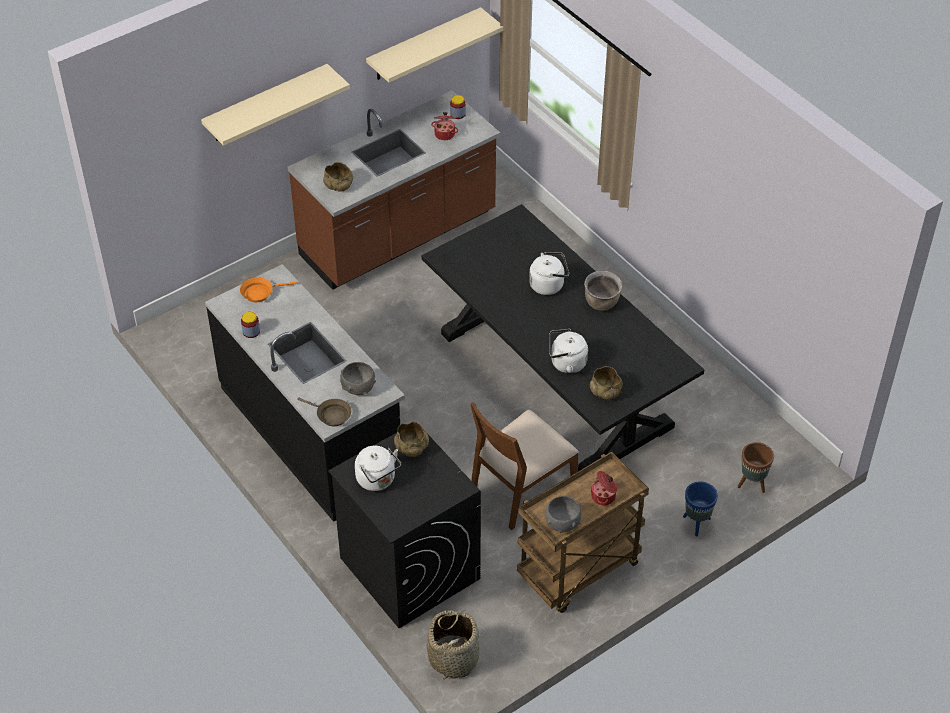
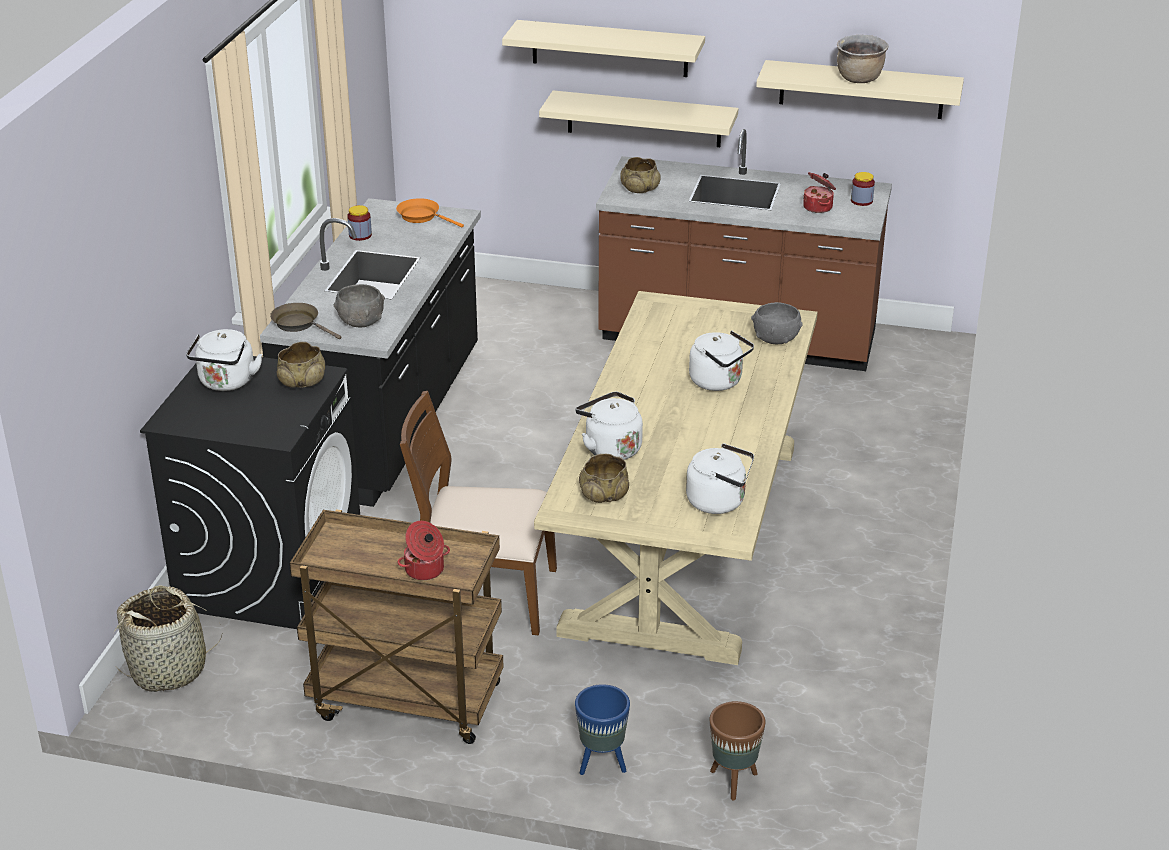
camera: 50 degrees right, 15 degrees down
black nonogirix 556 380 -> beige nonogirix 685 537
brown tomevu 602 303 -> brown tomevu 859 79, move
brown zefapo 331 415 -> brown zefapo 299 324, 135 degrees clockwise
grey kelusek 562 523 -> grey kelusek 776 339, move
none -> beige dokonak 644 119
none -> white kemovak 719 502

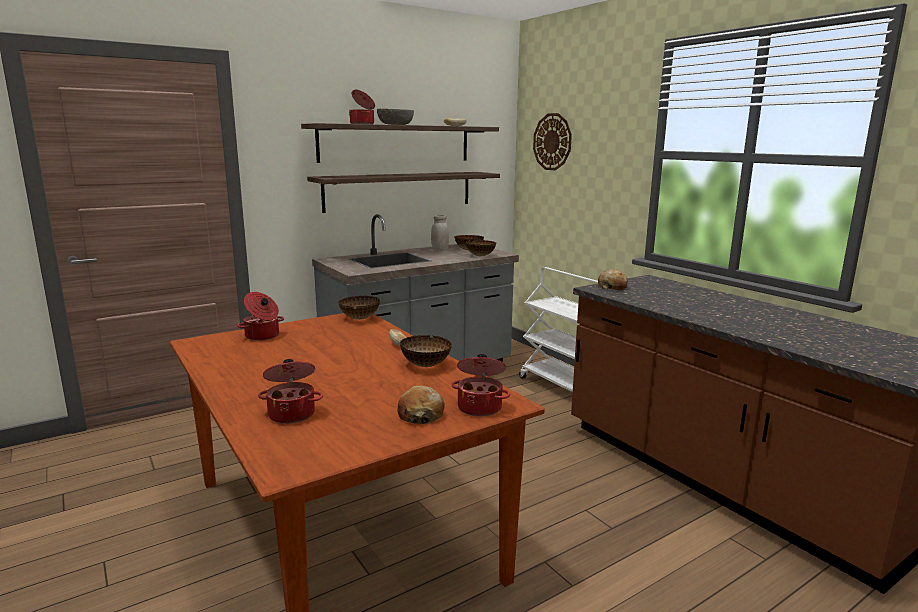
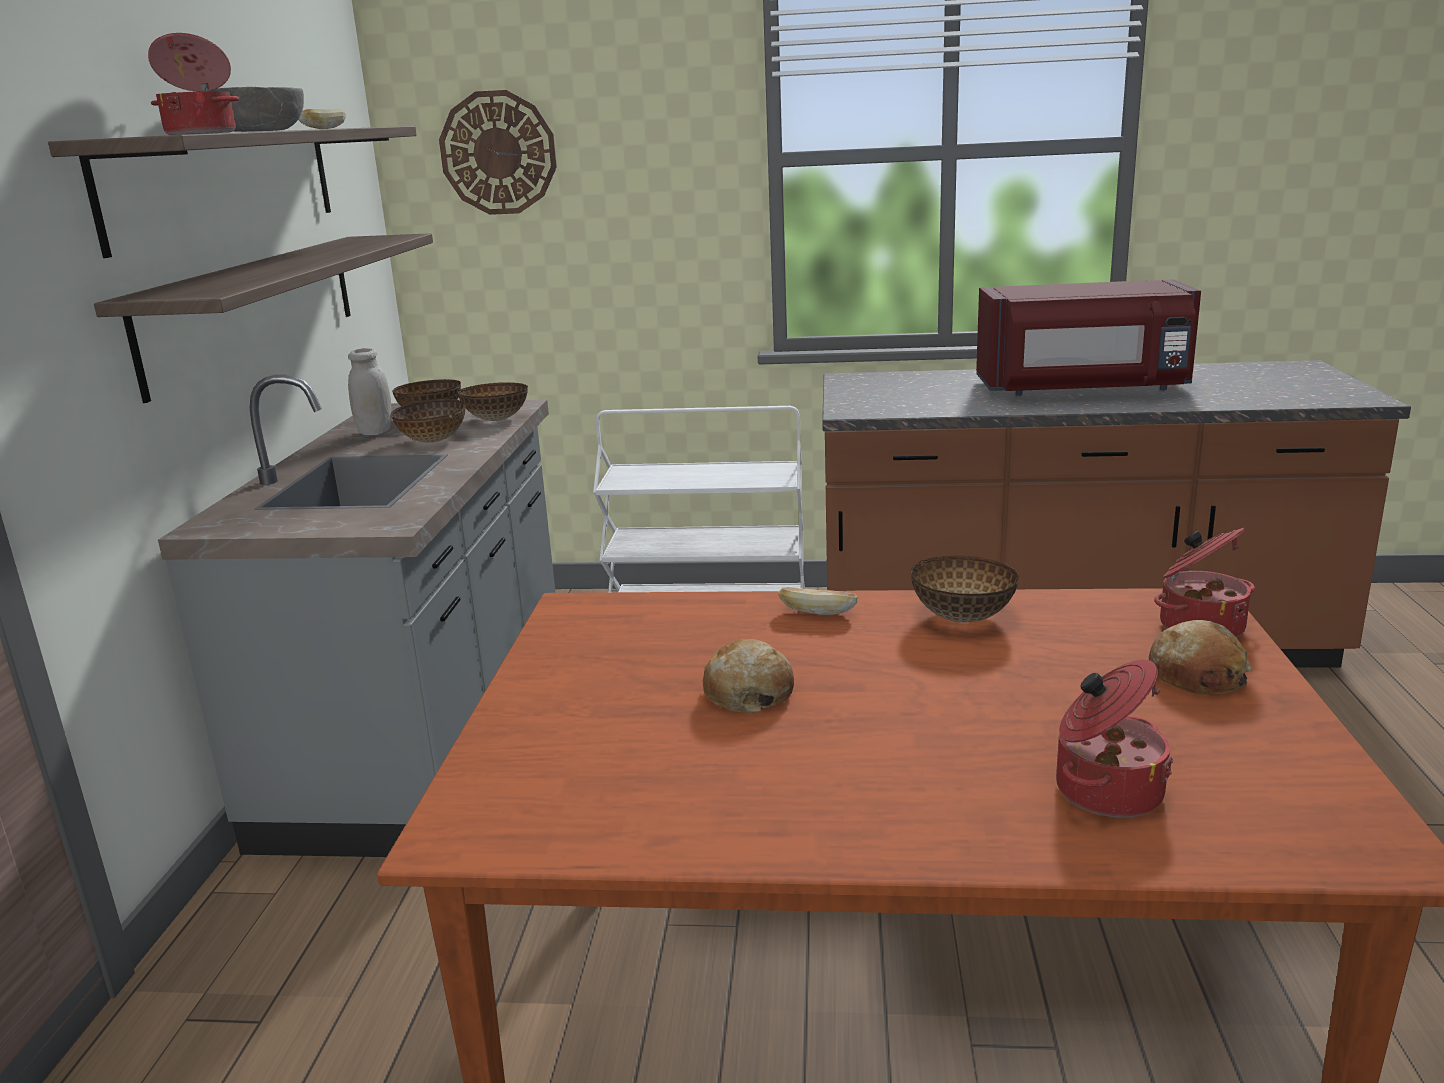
camera: 50 degrees left, 5 degrees up
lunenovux 612 287 -> lunenovux 748 692, move
tomevu 262 336 -> none
kelusek 359 318 -> kelusek 431 441, move
none -> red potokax 1083 389

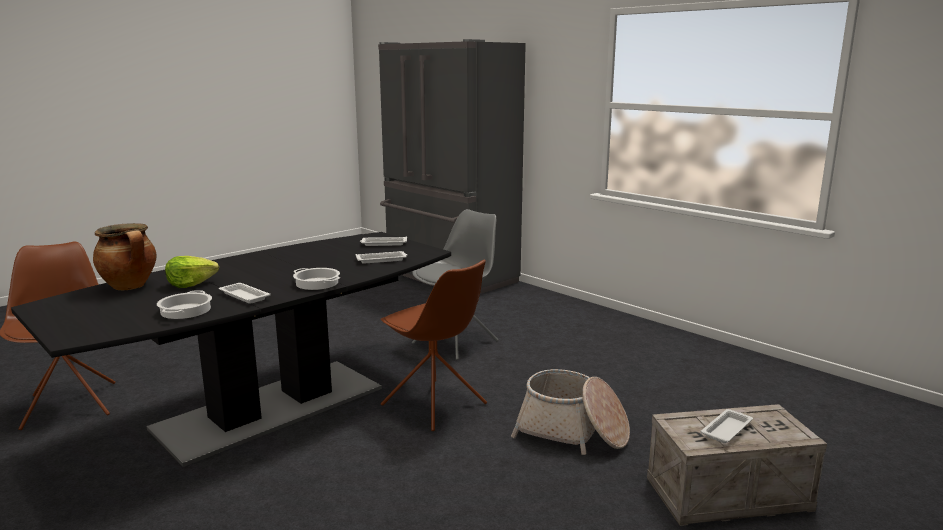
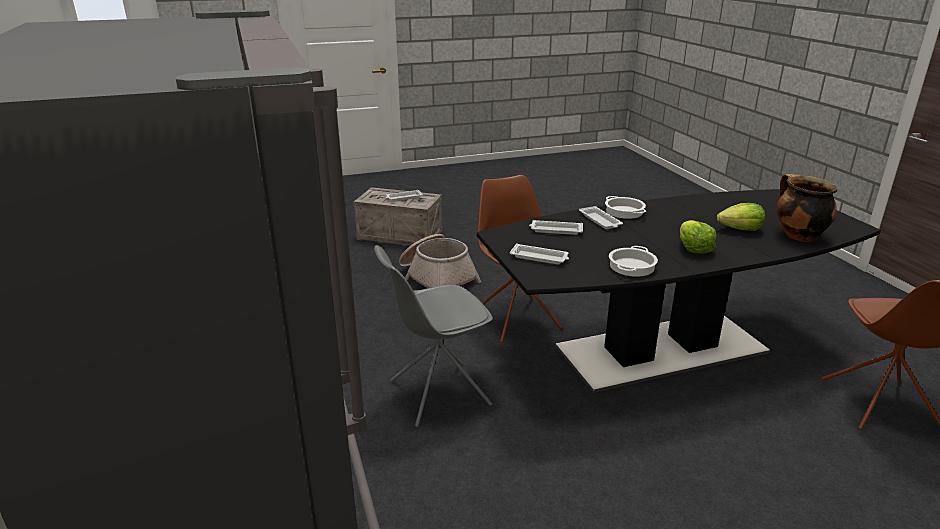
camera: 155 degrees left, 10 degrees up
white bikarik 244 296 -> white bikarik 600 221, move
tomevu 185 310 -> tomevu 632 267, move
none -> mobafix 693 248

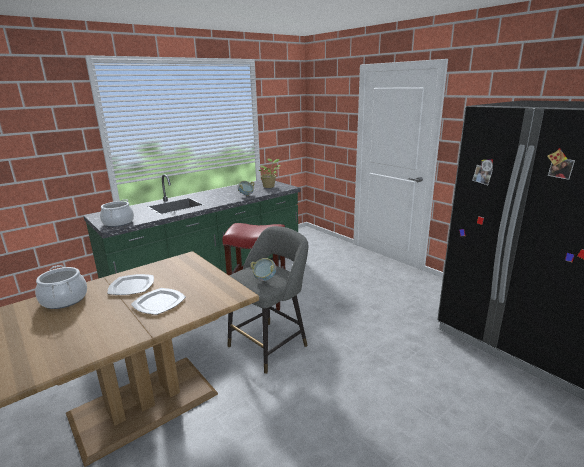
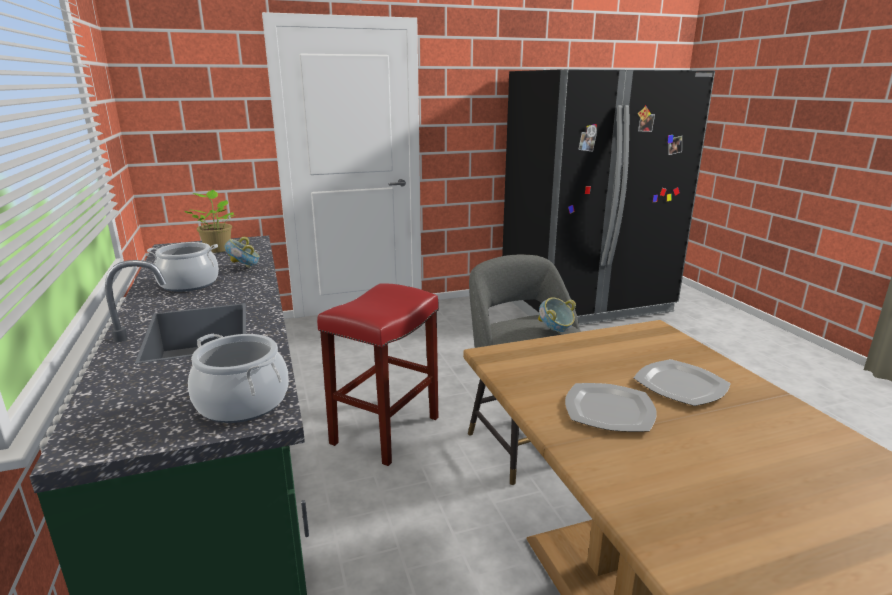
camera: 70 degrees left, 0 degrees up
tomevu 64 299 -> tomevu 189 284, move

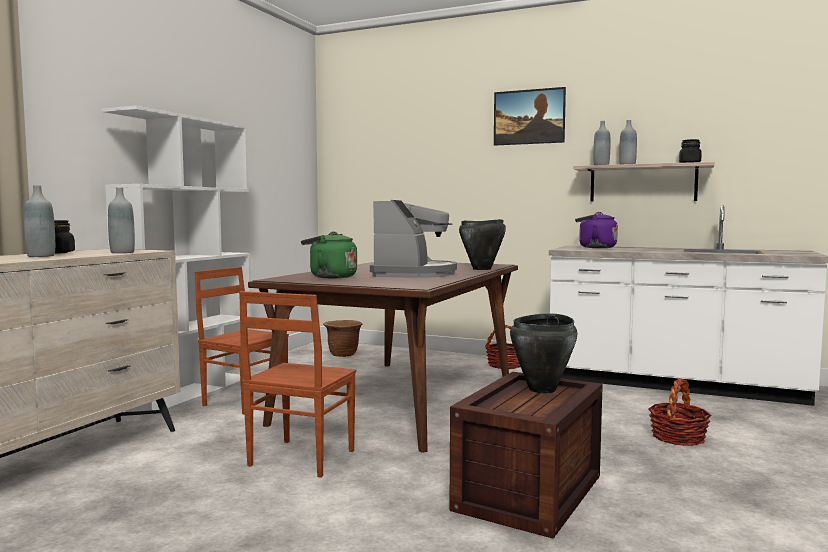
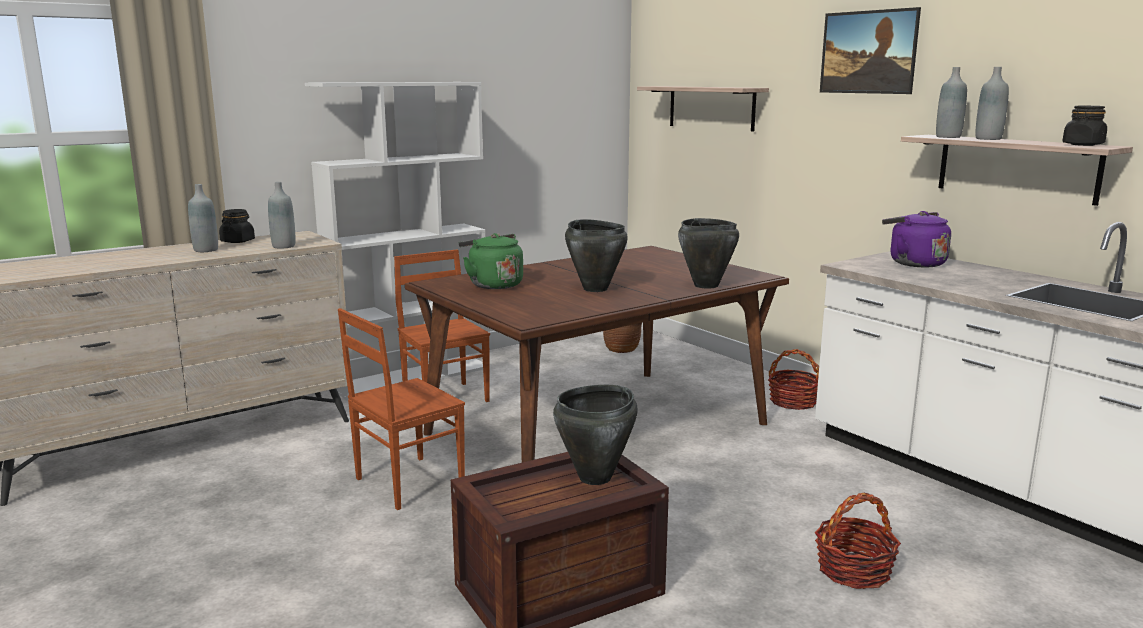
camera: 30 degrees right, 10 degrees up
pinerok 414 274 -> black tomevu 595 289
none -> dokonak 711 107

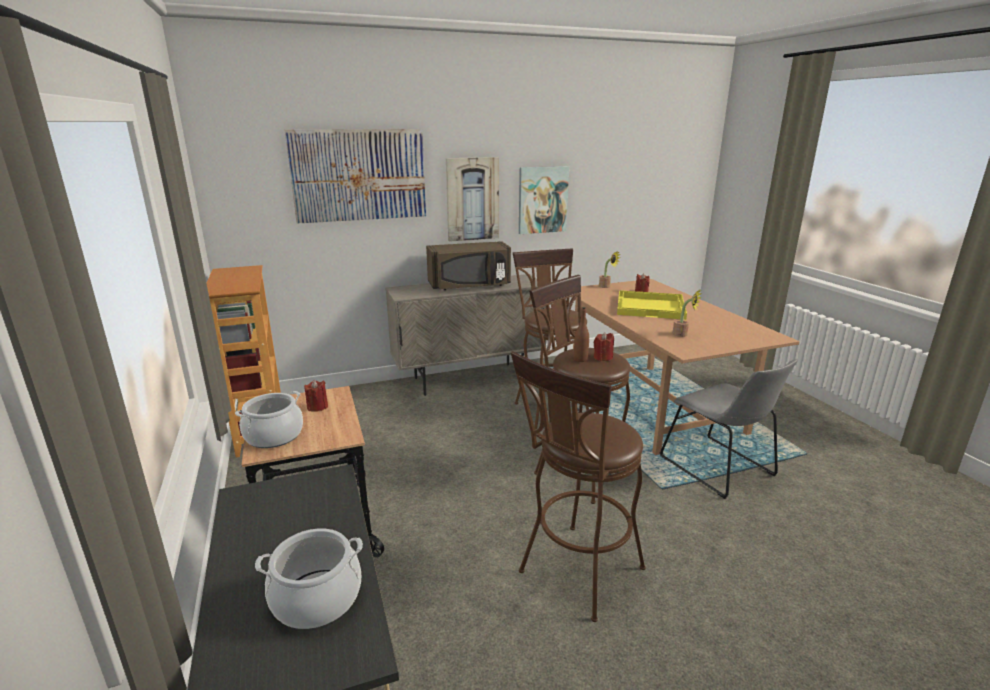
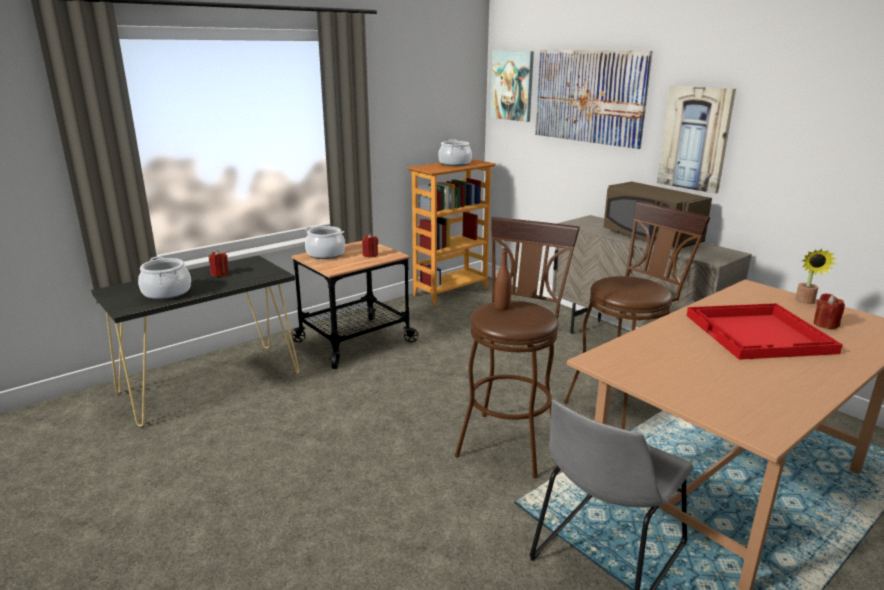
camera: 70 degrees right, 0 degrees up
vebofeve 542 200 -> vebofeve 512 85, move
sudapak 683 334 -> none
yellow bikarik 651 307 -> red bikarik 759 334
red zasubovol 603 358 -> red zasubovol 219 274, move
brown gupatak 576 575 -> none
none -> tomevu 455 164

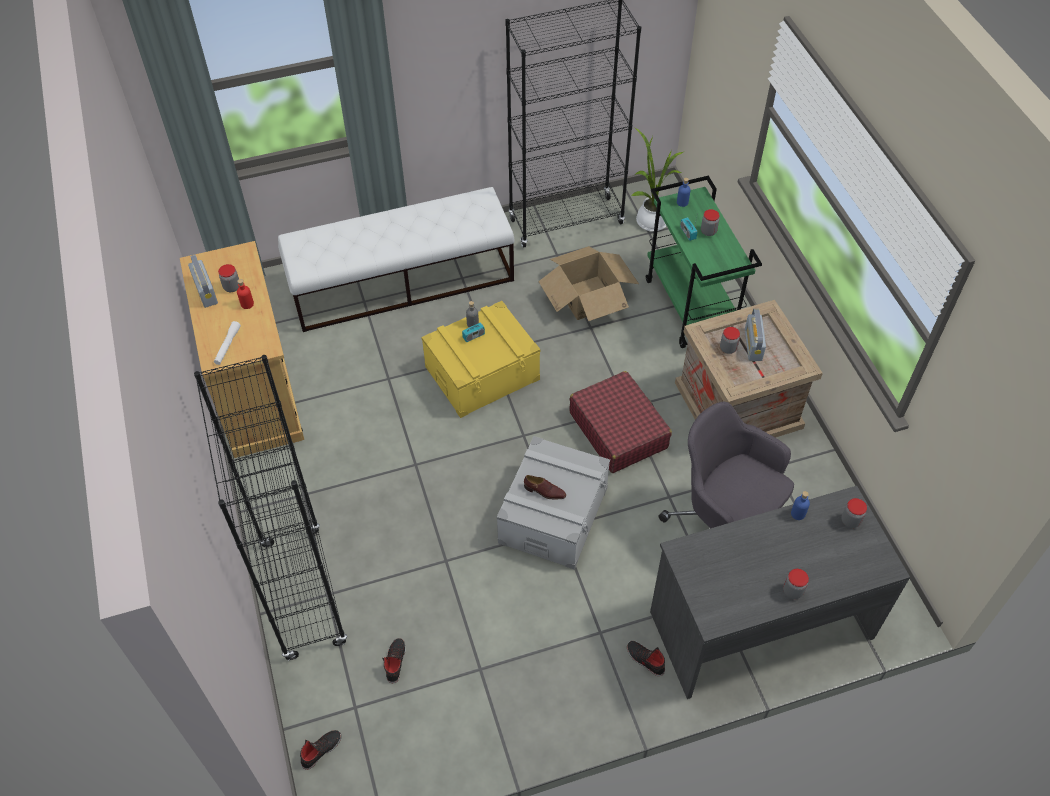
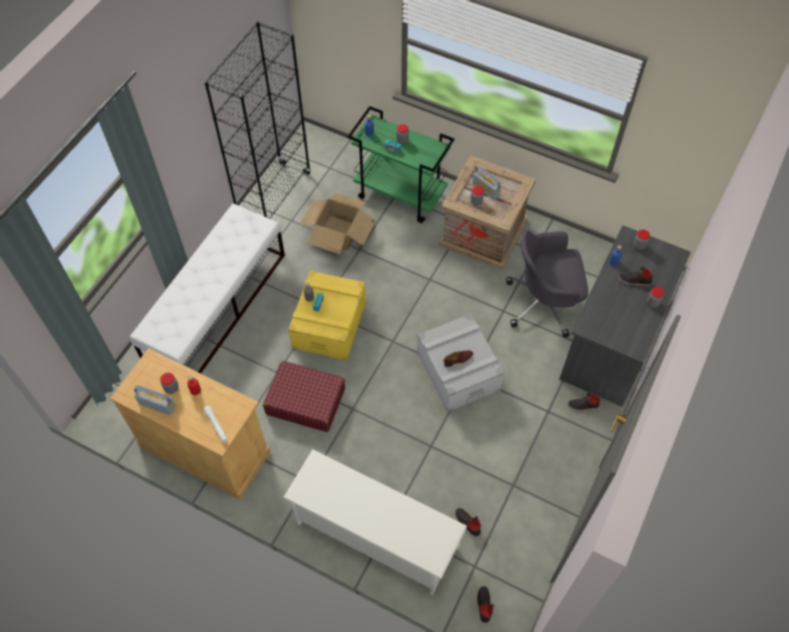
camera: 45 degrees left, 5 degrees up
sudapak 650 220 -> none
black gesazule 303 593 -> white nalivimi 375 535
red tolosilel 618 430 -> red tolosilel 305 401, move
none -> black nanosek 634 280

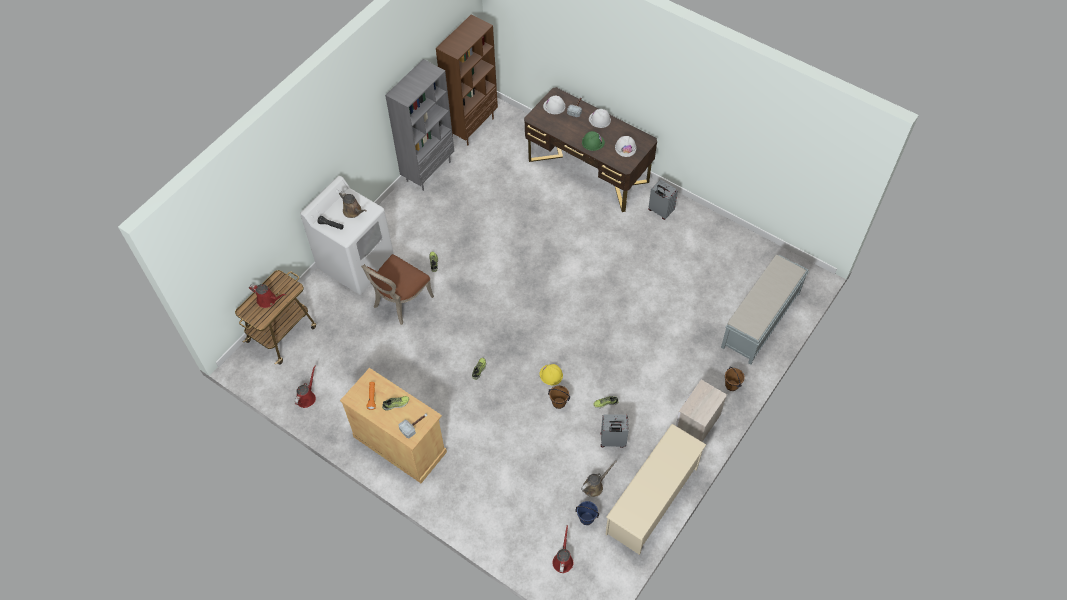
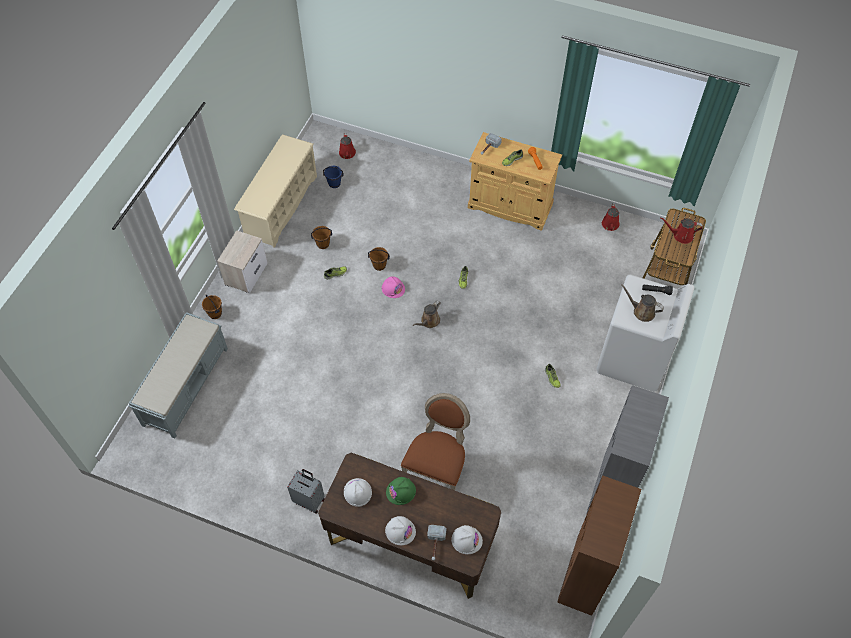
camera: 165 degrees right, 0 degrees up
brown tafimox 400 302 -> brown tafimox 437 468, move
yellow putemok 551 375 -> pink putemok 393 288
grey tolosilel 612 441 -> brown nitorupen 323 244
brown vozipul 594 486 -> brown vozipul 429 321, move

